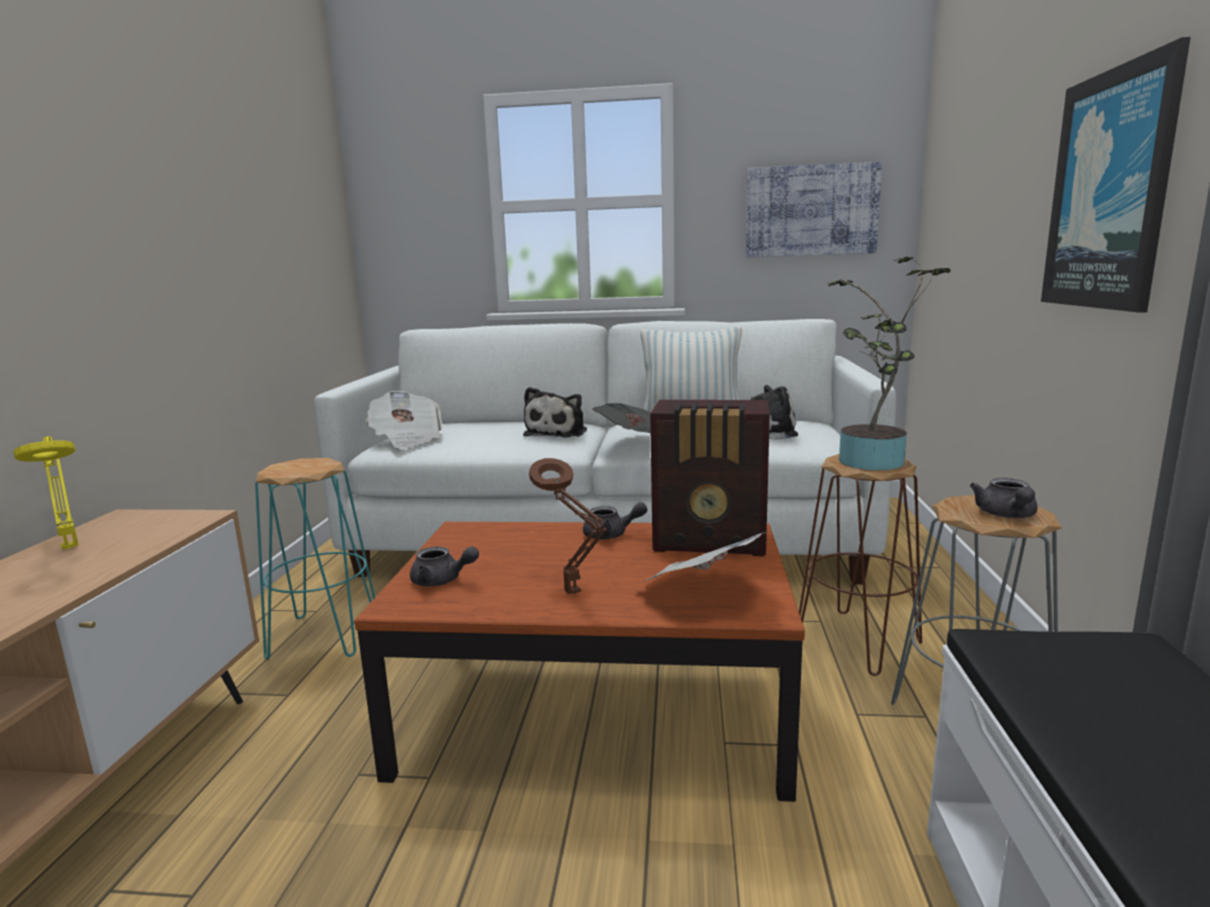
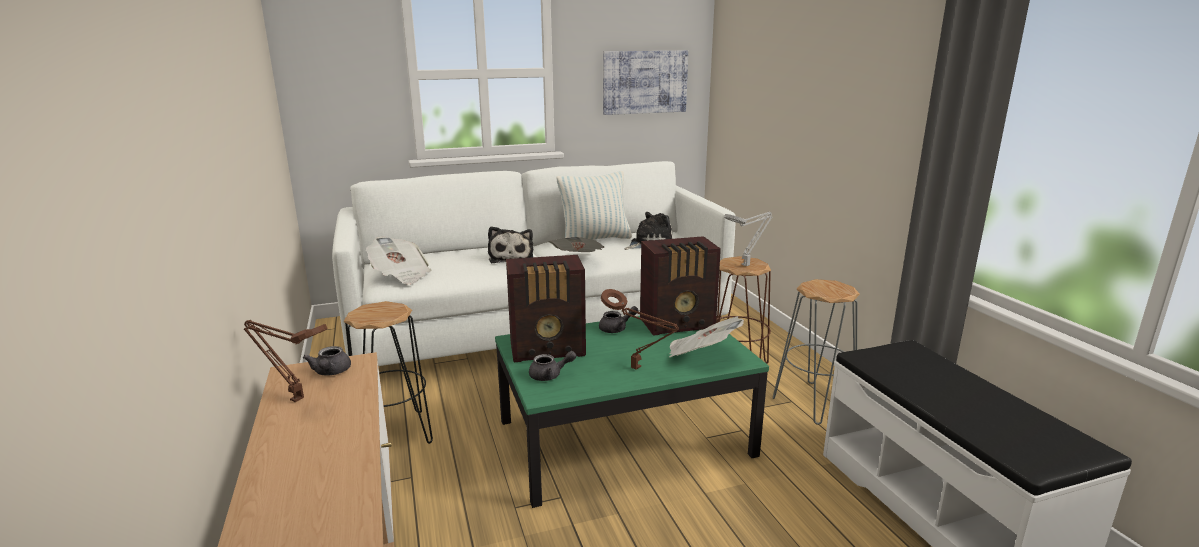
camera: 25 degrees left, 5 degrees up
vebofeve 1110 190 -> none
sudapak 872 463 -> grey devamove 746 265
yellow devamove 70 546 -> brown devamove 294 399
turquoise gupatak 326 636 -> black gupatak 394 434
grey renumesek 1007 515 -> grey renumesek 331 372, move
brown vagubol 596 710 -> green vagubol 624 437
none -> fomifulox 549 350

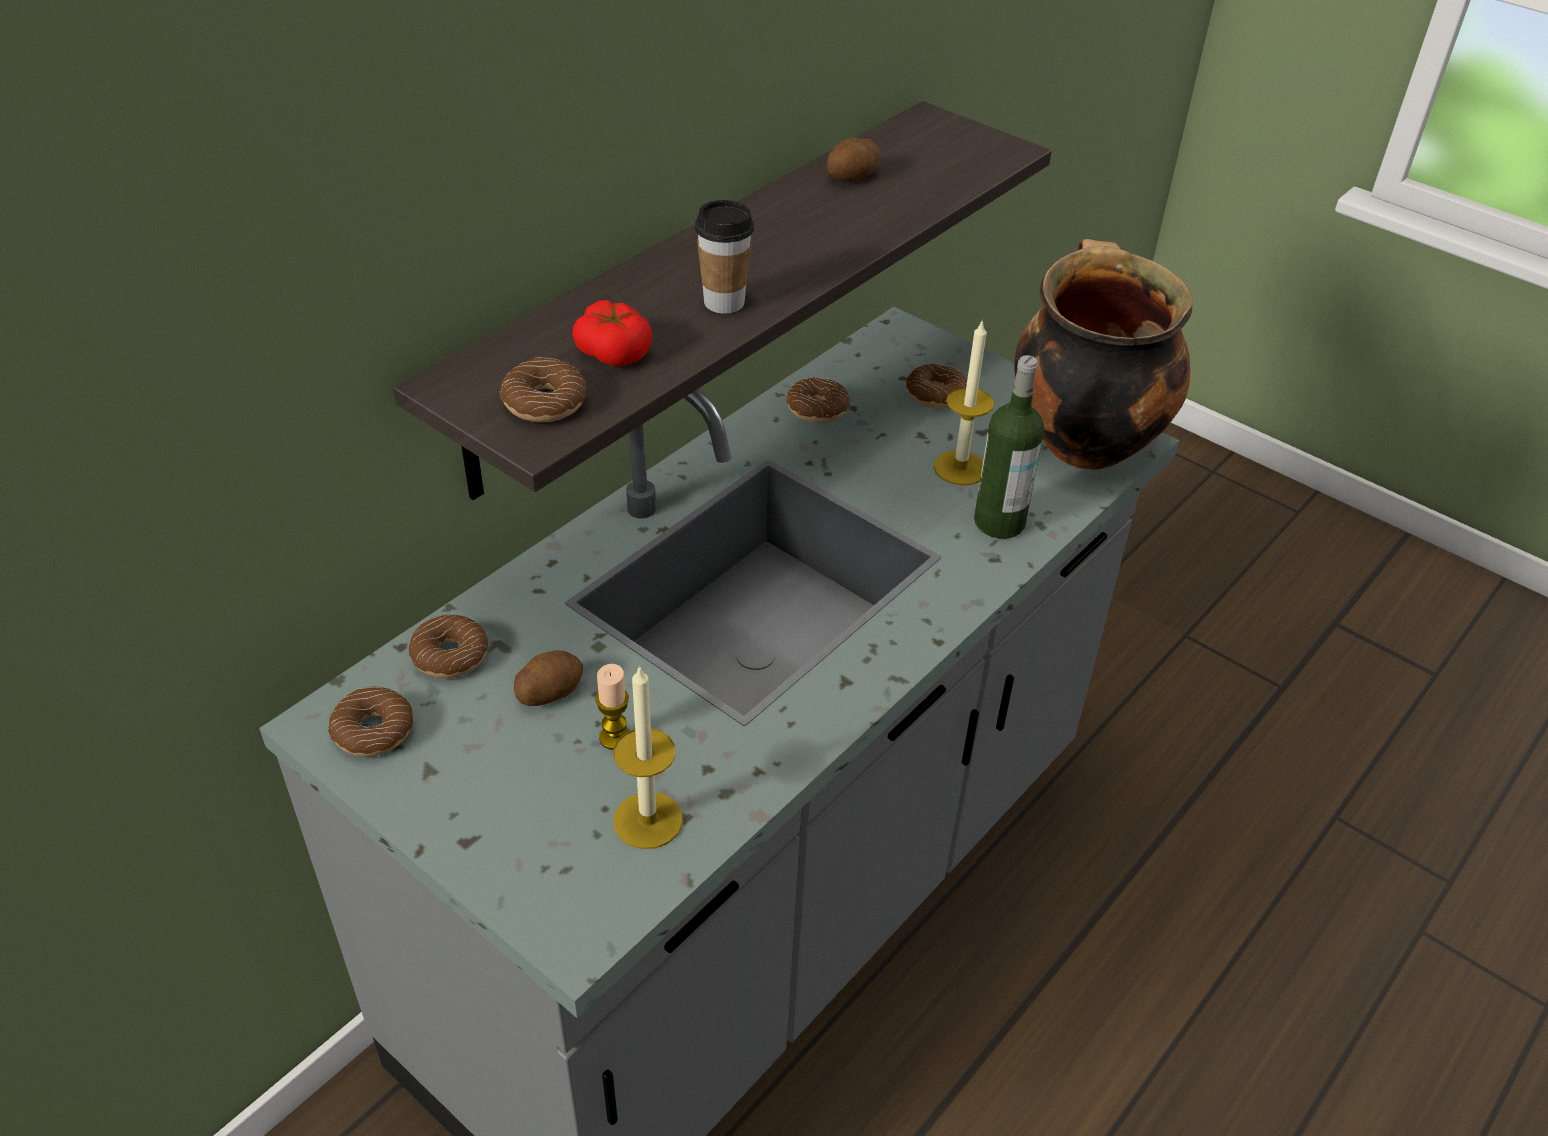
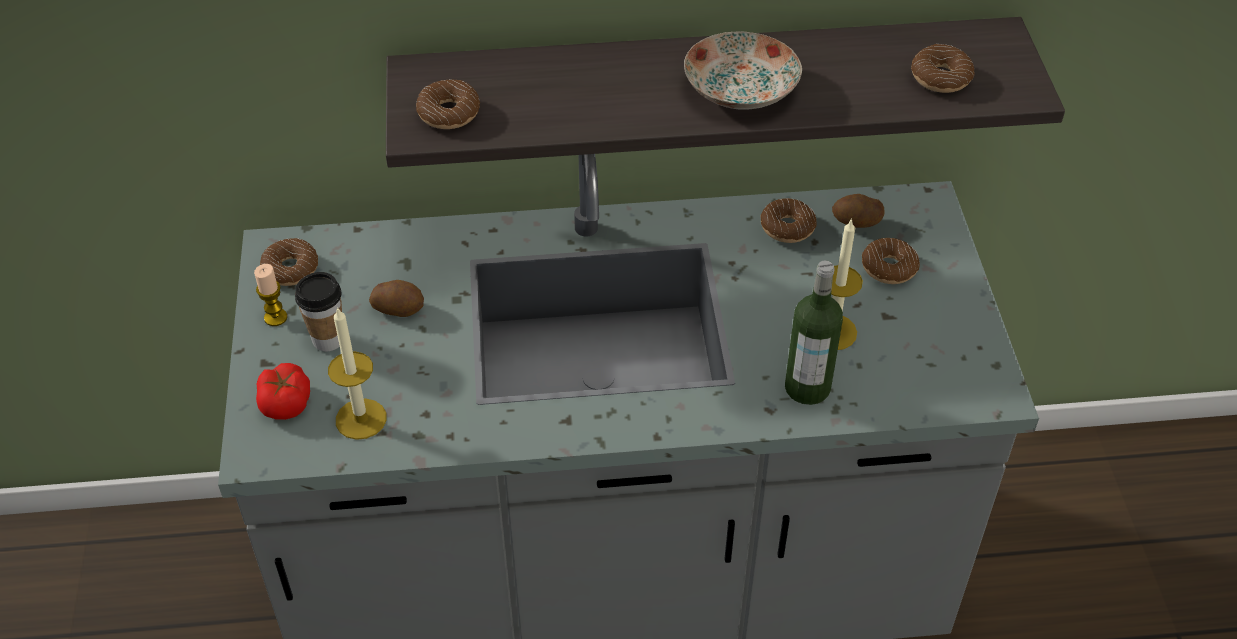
camera: 45 degrees right, 5 degrees up
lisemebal 853 177 -> lisemebal 856 222, move
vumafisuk 724 302 -> vumafisuk 328 339, move
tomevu 1082 441 -> none
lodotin 614 352 -> lodotin 286 402, move
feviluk 450 655 -> feviluk 940 77, move
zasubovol 615 737 -> zasubovol 275 317, move
none -> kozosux 739 90

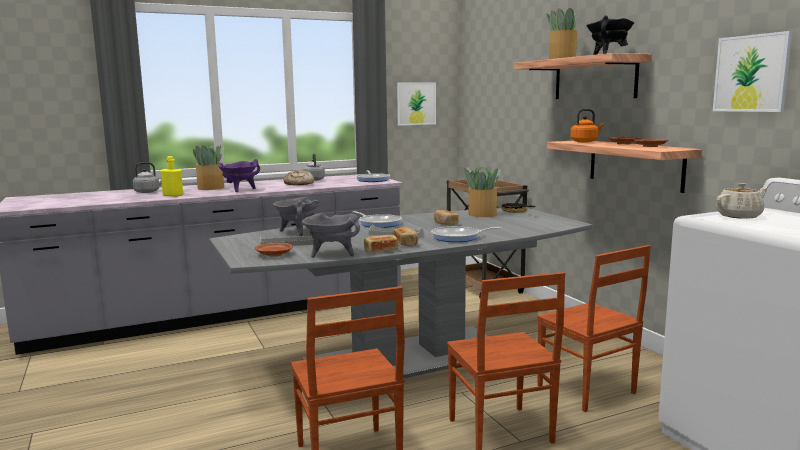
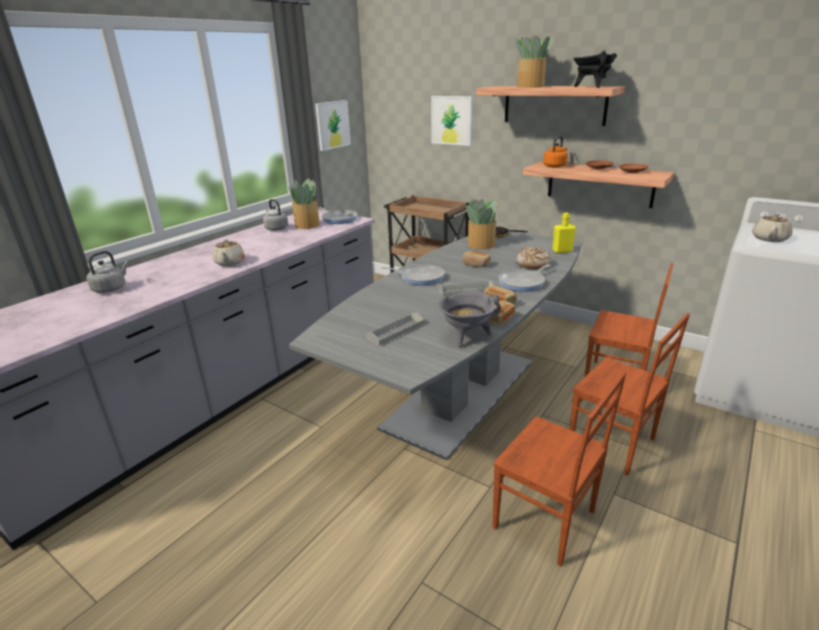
camera: 30 degrees left, 15 degrees up
vebofeve 751 73 -> vebofeve 451 120, move
sudapak 211 188 -> sudapak 307 225, move
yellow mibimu 173 195 -> yellow mibimu 562 251, move
purple tomevu 239 190 -> beige renumesek 230 263
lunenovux 298 184 -> lunenovux 533 264, move
grey tomevu 297 232 -> none
brown kozosux 273 254 -> none

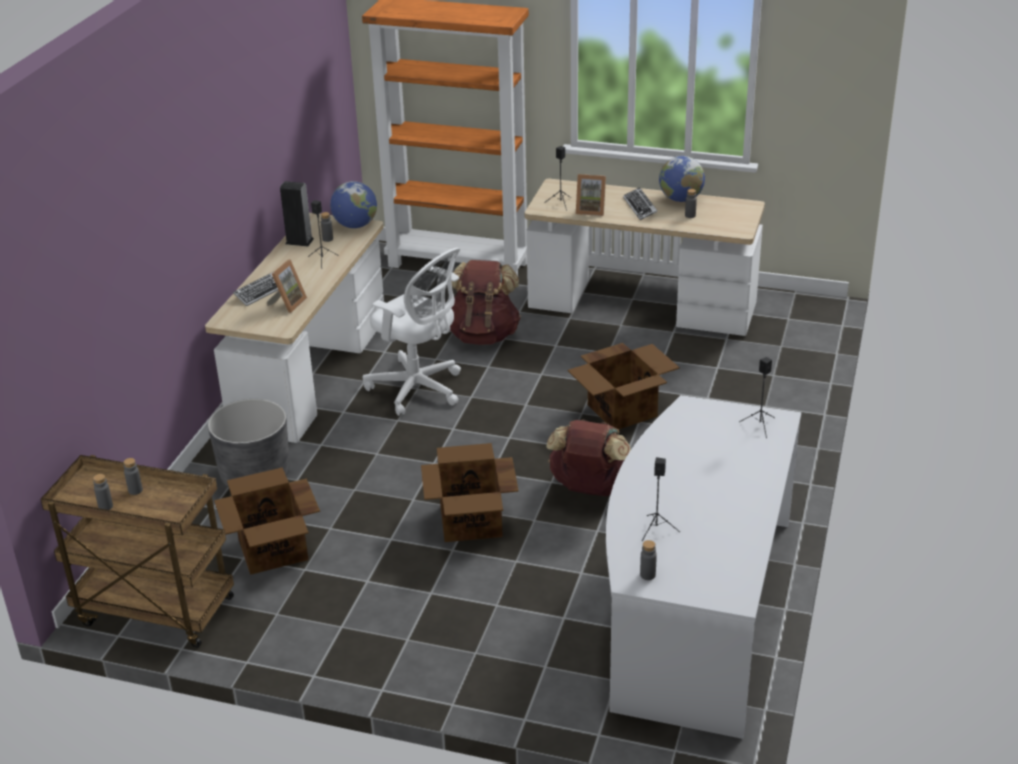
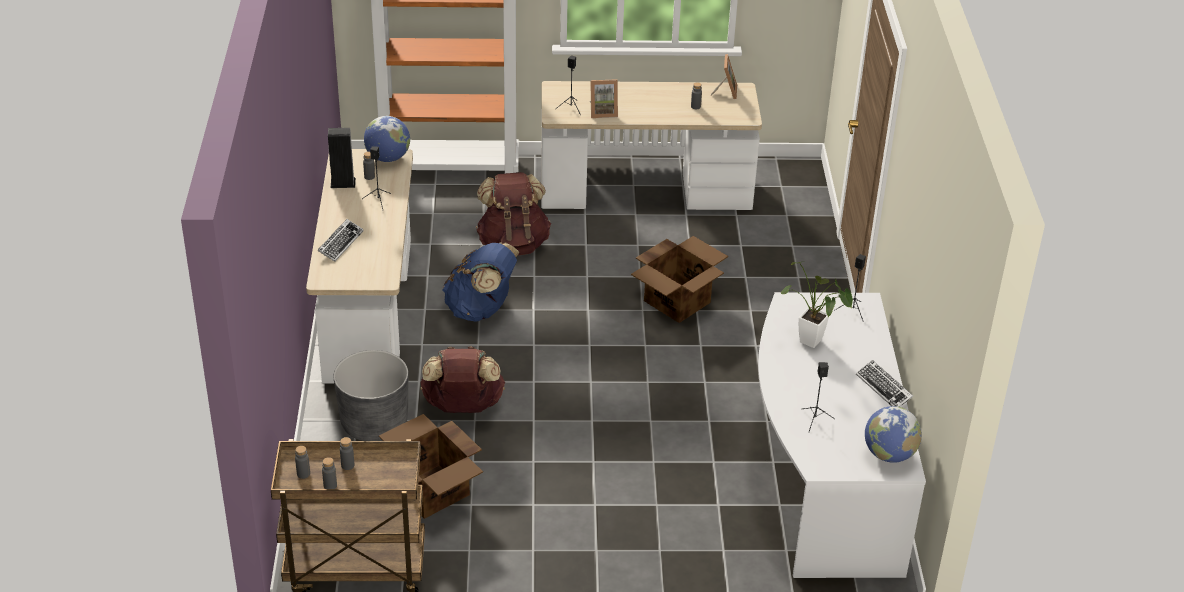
camera: 20 degrees left, 5 degrees up
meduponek 680 199 -> meduponek 889 454, move
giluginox 640 207 -> giluginox 884 388, move
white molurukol 418 389 -> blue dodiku 481 310
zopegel 288 303 -> zopegel 725 91, move
brown dodiku 592 489 -> brown dodiku 463 407, move
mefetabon 470 522 -> none
grey mibimu 647 575 -> grey mibimu 303 474, move
none -> sudapak 815 343

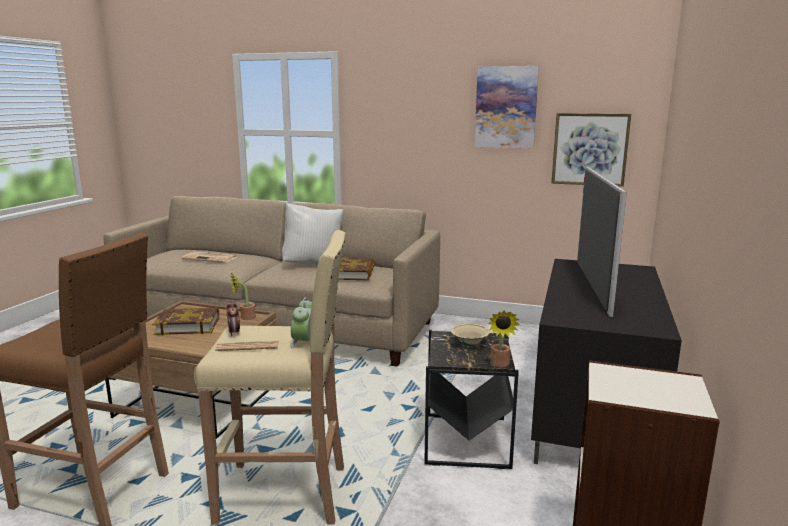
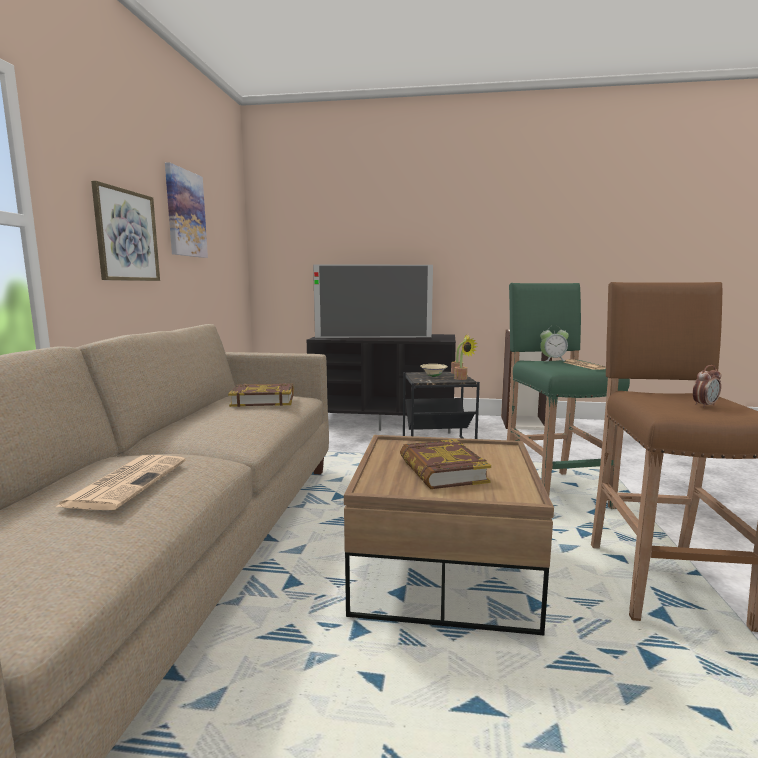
camera: 100 degrees left, 5 degrees down
vebofeve 590 149 -> vebofeve 126 235, move
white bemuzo 314 264 -> none
beige gupatak 286 494 -> green gupatak 553 491
sudapak 245 318 -> sudapak 462 379, move
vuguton 234 333 -> vuguton 704 405, move

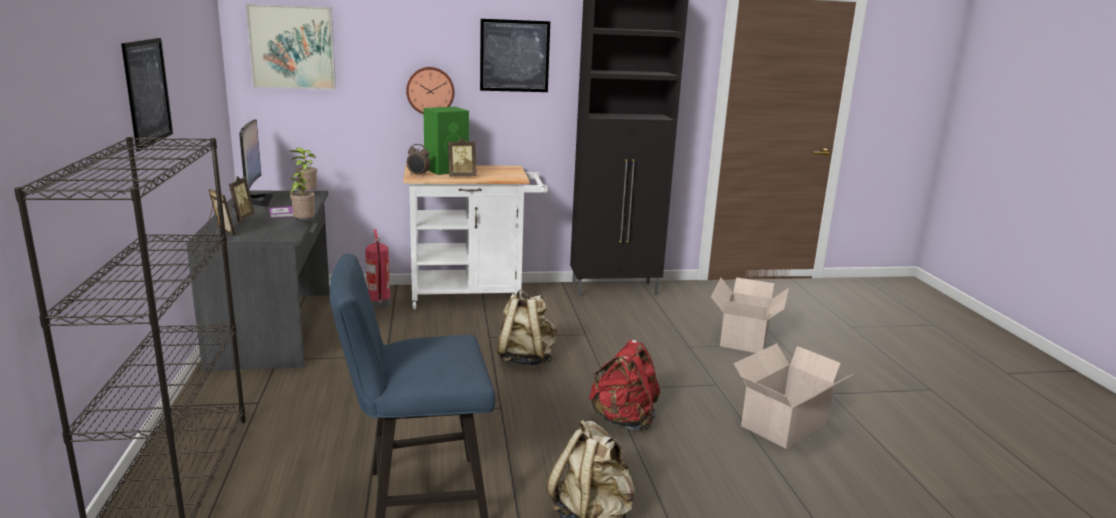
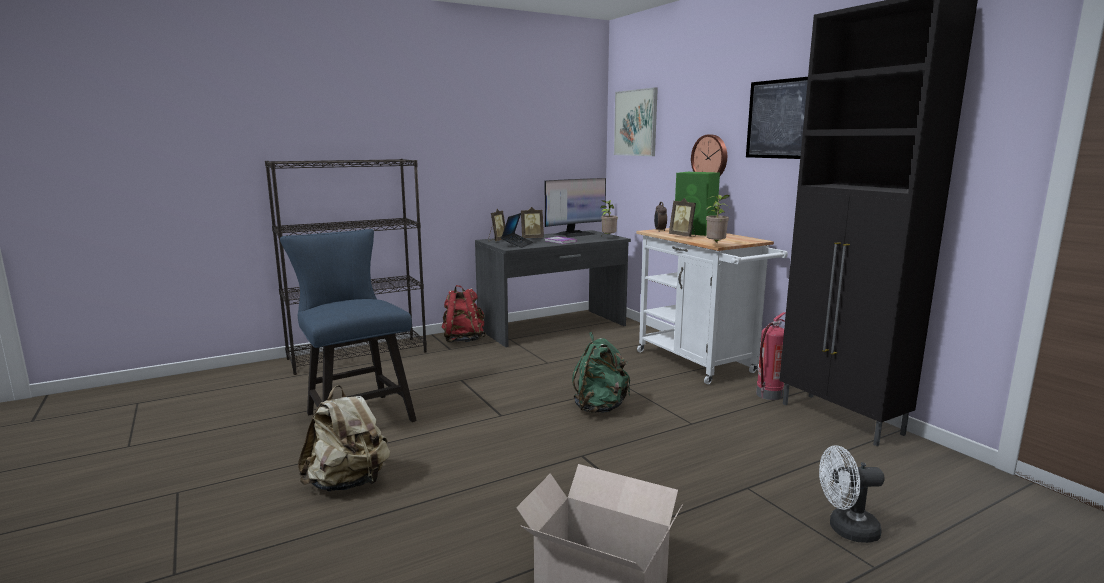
camera: 70 degrees right, 5 degrees down
vebofeve 147 92 -> none
sudapak 303 223 -> sudapak 716 245, move
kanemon 379 305 -> kanemon 769 395, move
mefetabon 745 337 -> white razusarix 846 530
beige dodiku 525 359 -> green dodiku 600 408
red dodiku 624 420 -> red dodiku 463 340, move
none -> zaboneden 517 244

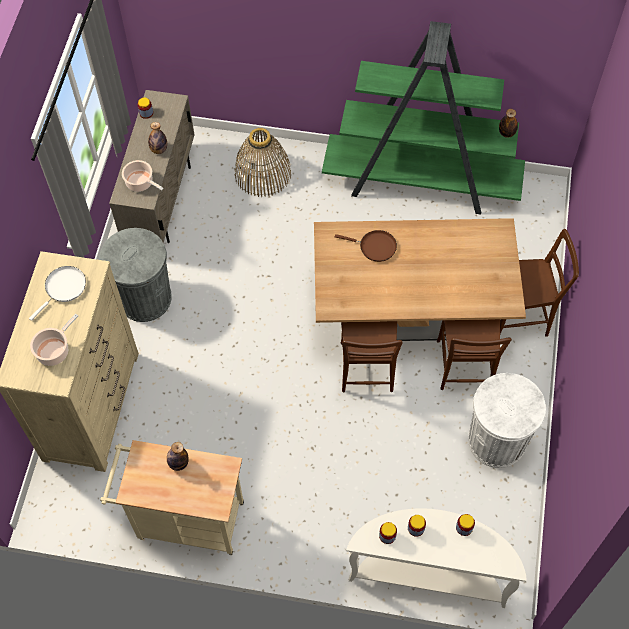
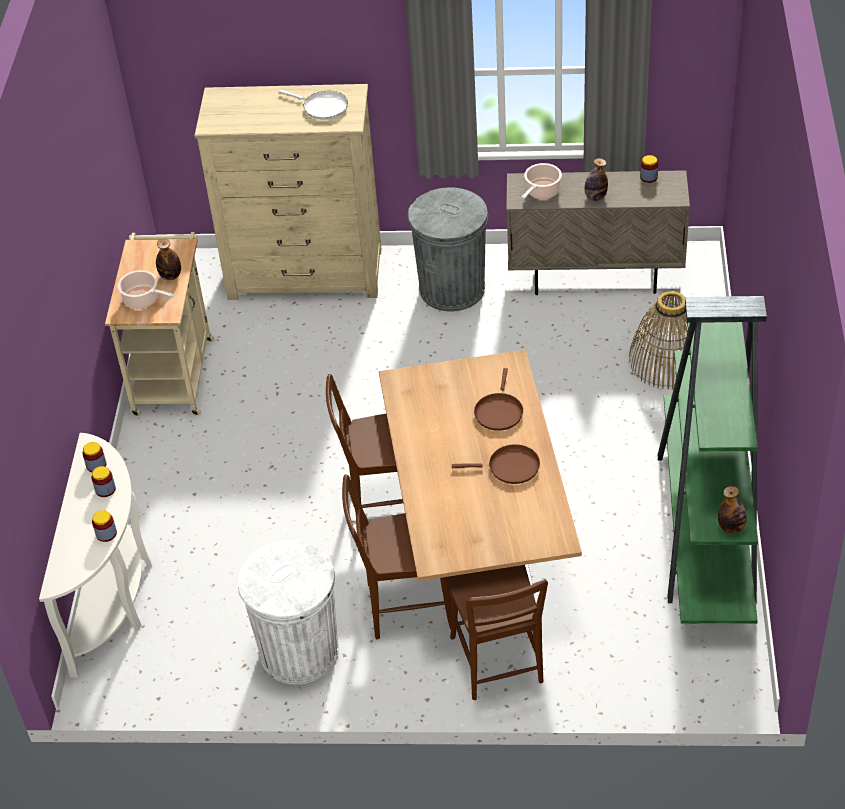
camera: 85 degrees right, 15 degrees down
tomevu 54 350 -> tomevu 143 300, move
none -> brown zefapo 510 467

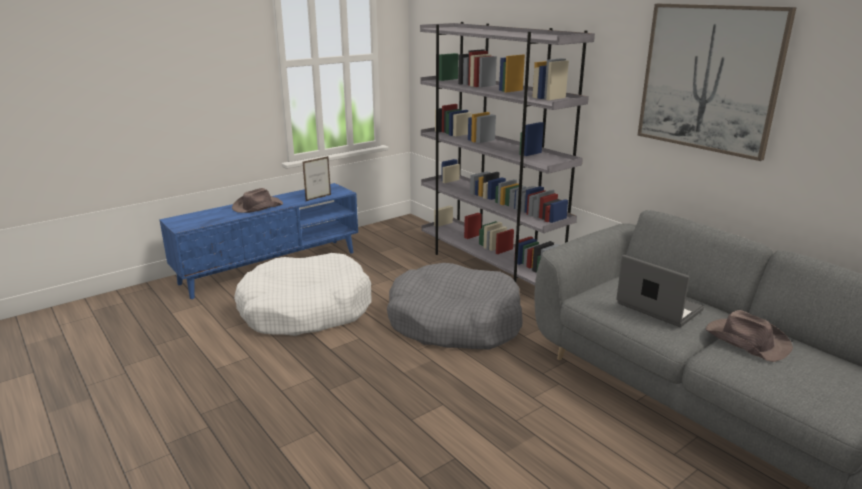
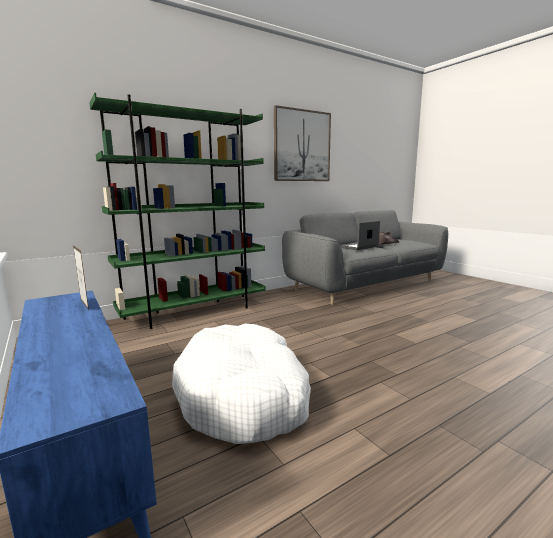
camera: 85 degrees left, 10 degrees down
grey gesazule 490 267 -> green gesazule 195 311
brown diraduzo 257 207 -> none
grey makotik 454 322 -> none

